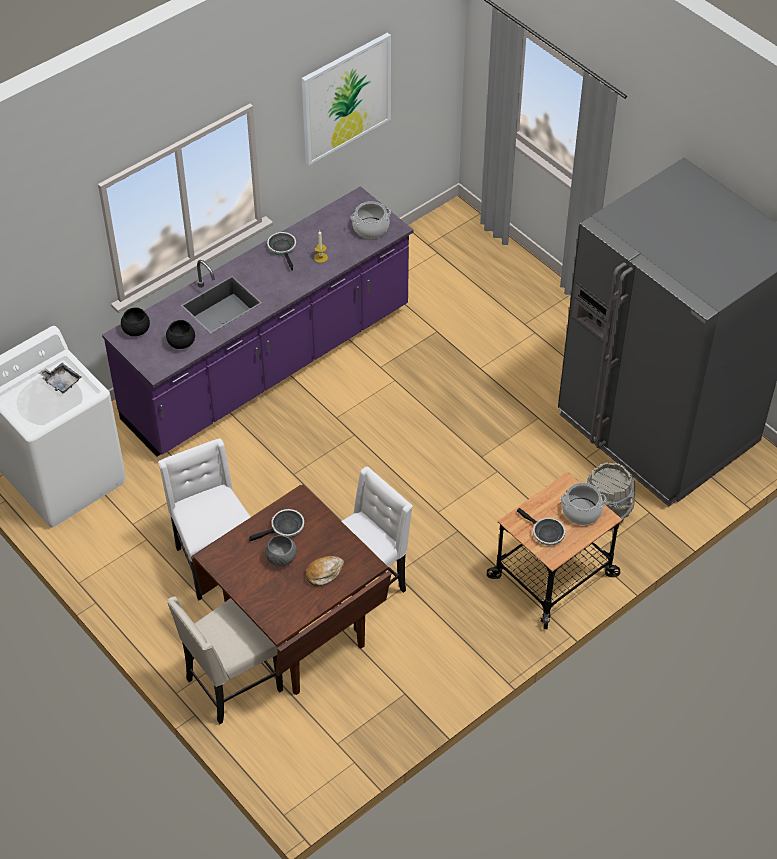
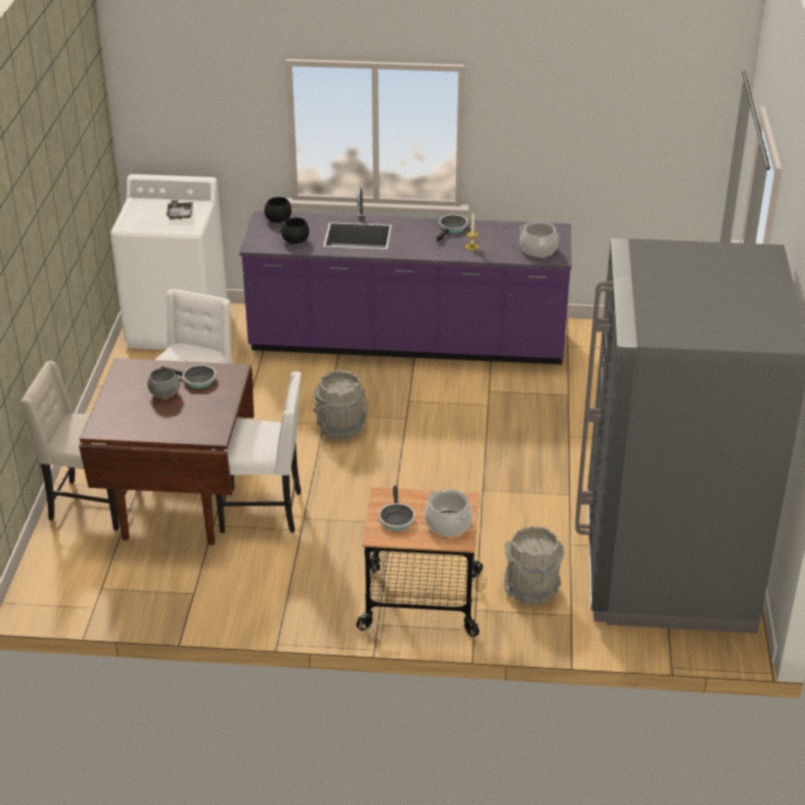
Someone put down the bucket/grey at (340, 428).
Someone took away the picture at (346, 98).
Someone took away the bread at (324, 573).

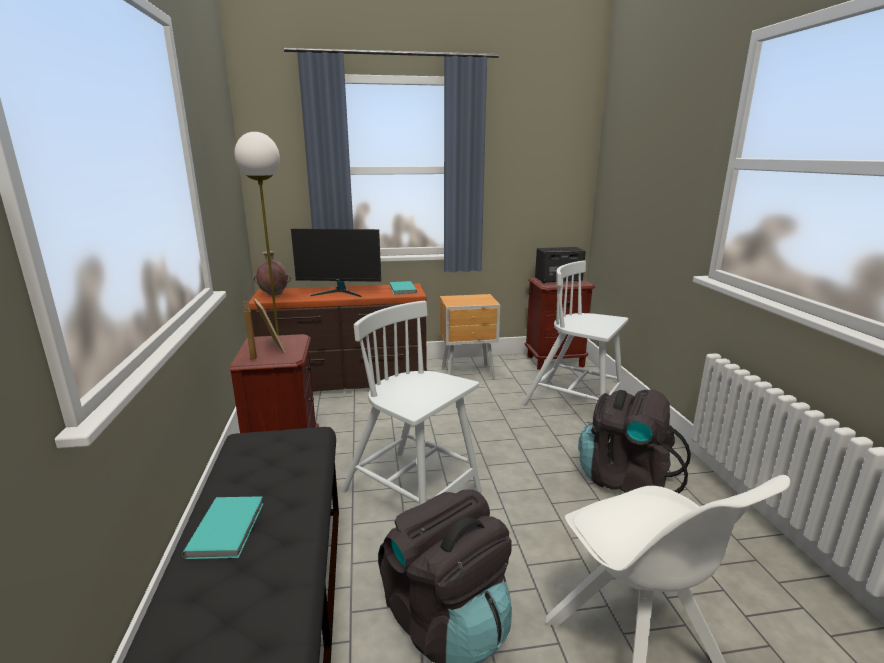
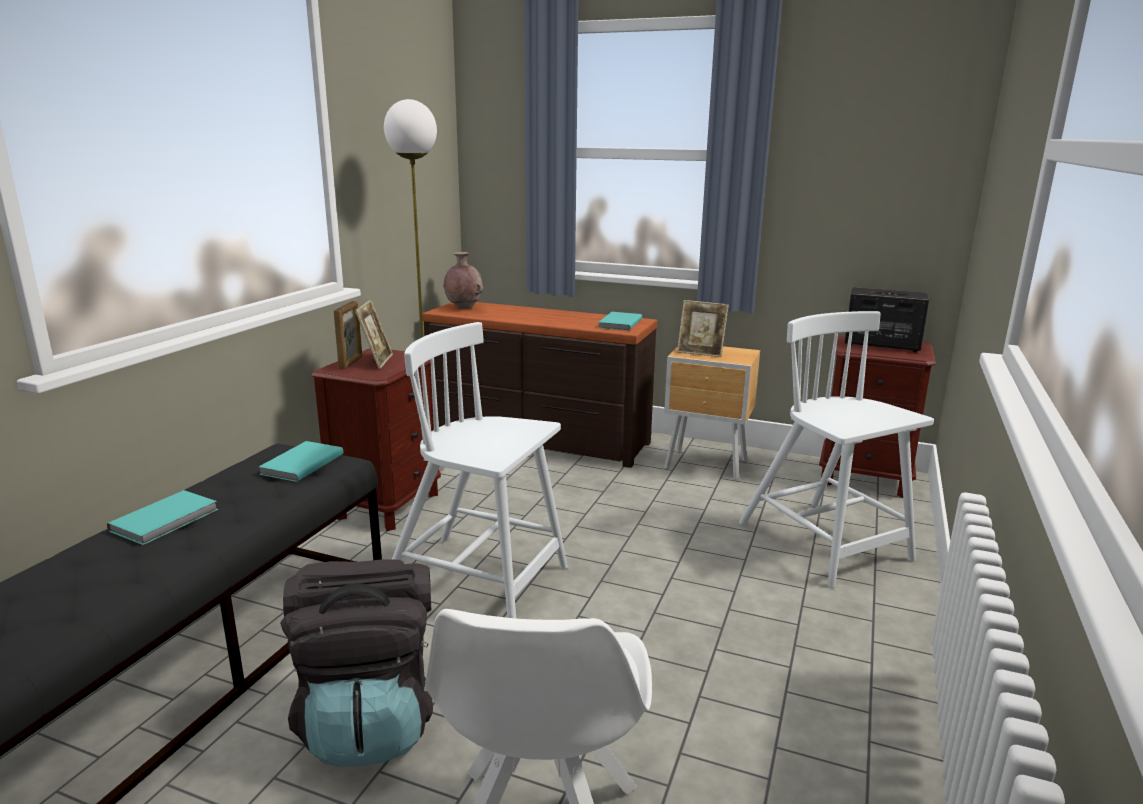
Someone put down the book/turquoise at (300, 464).
Someone rotated the chair/white at (413, 492) by 45 degrees counterclockwise.
Someone put down the picture frame at (700, 353).
Someone took away the monitor at (340, 292).
Someone took away the backpack/black at (625, 479).

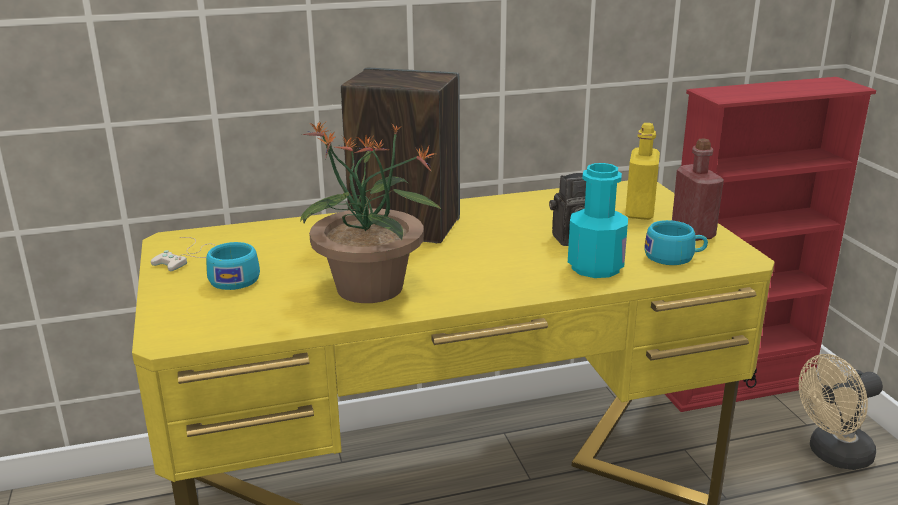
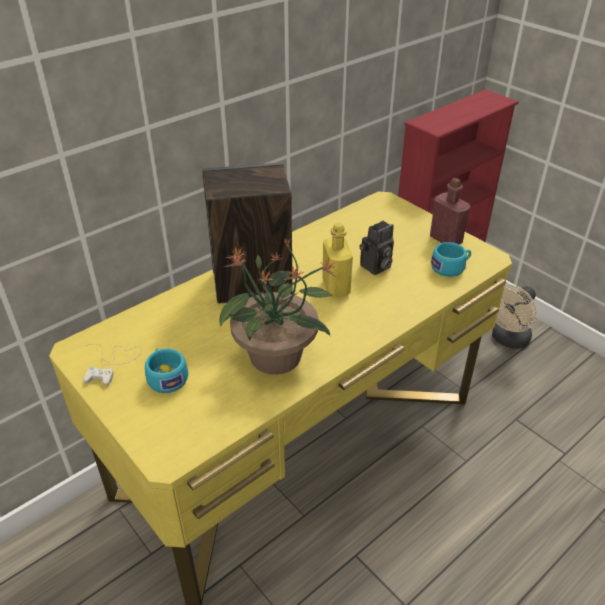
Someone carried the bottle/yellow from (640, 212) to (336, 287).
Someone took away the bottle/turquoise at (595, 267).

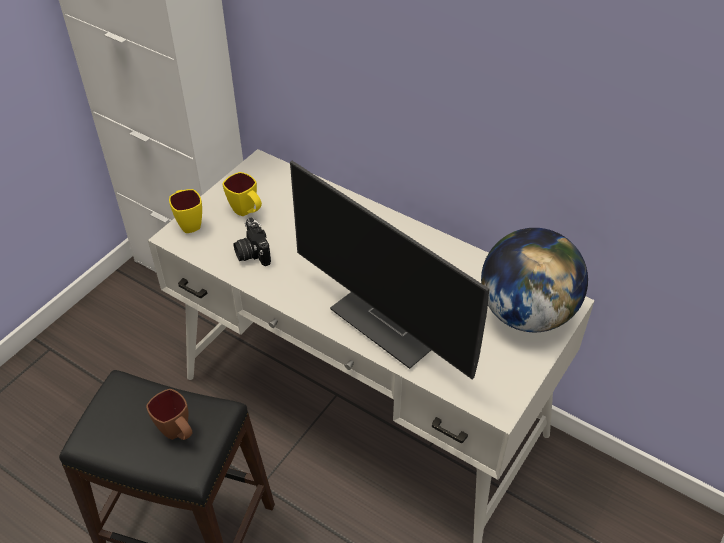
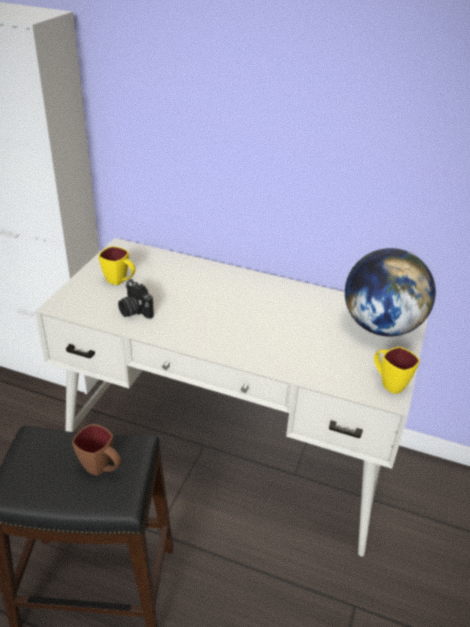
Someone carried the mug/yellow from (188, 223) to (388, 383).
Someone took away the monitor at (394, 322).

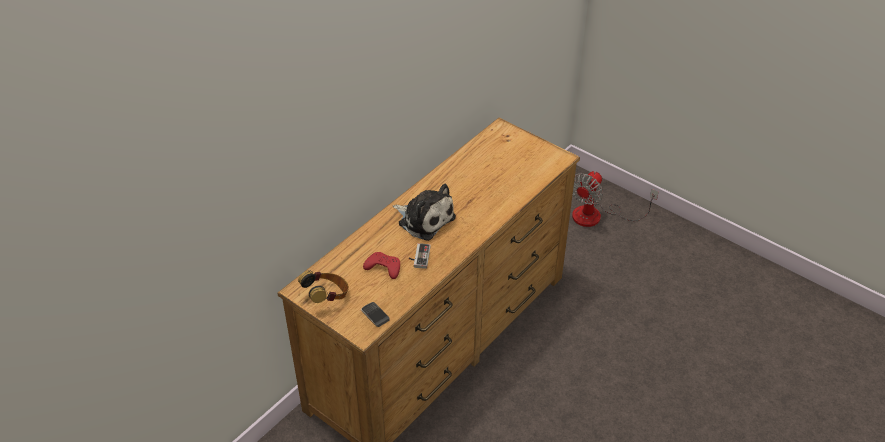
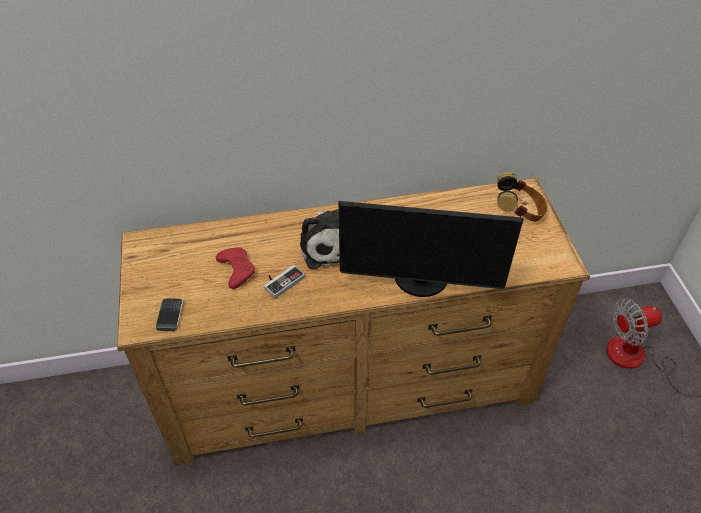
Someone put down the monitor at (421, 280).
Someone carried the headphones from (327, 297) to (519, 212).

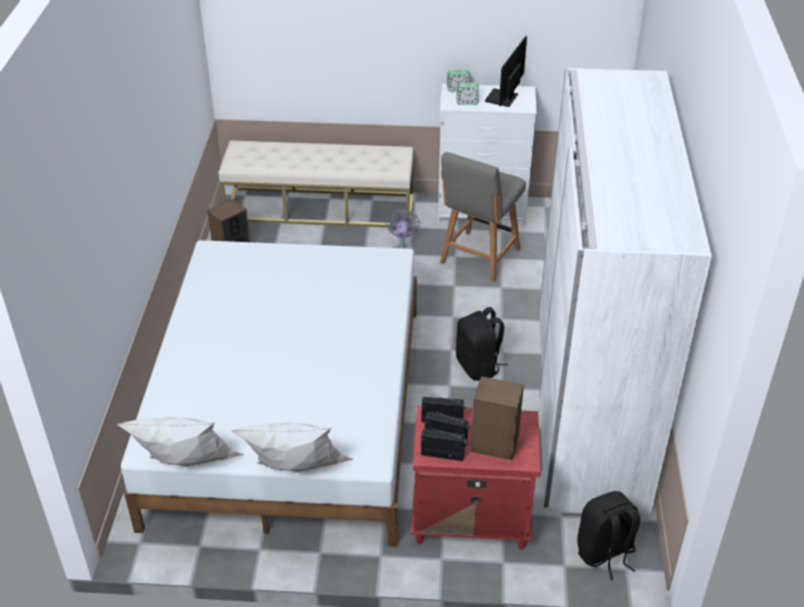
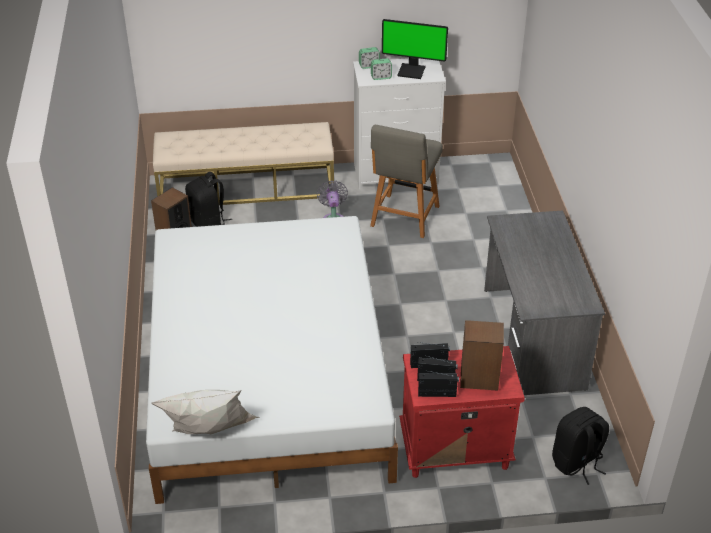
Someone carried the backpack/black from (478, 366) to (208, 223).
Someone rotated the monitor at (503, 99) by 90 degrees counterclockwise.
Someone swapped the wardrobe/white at (588, 406) for the desk/grey at (533, 338).
Someone took away the pillow/white at (297, 474).

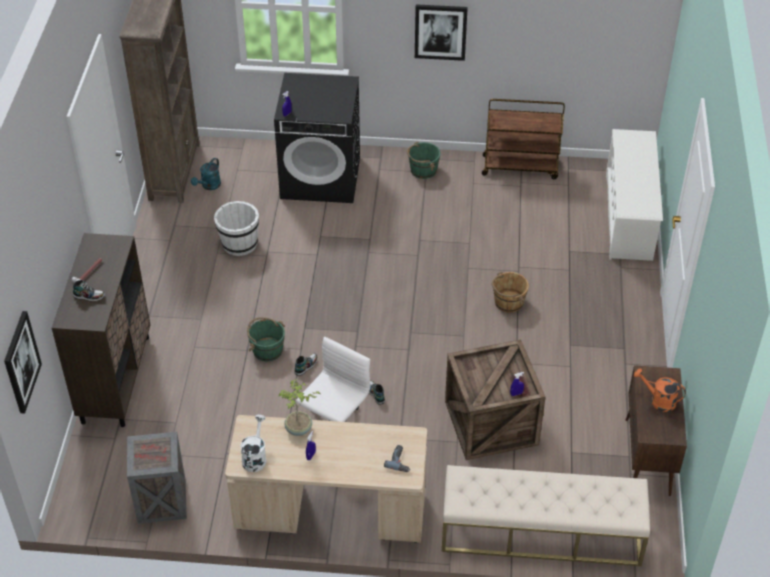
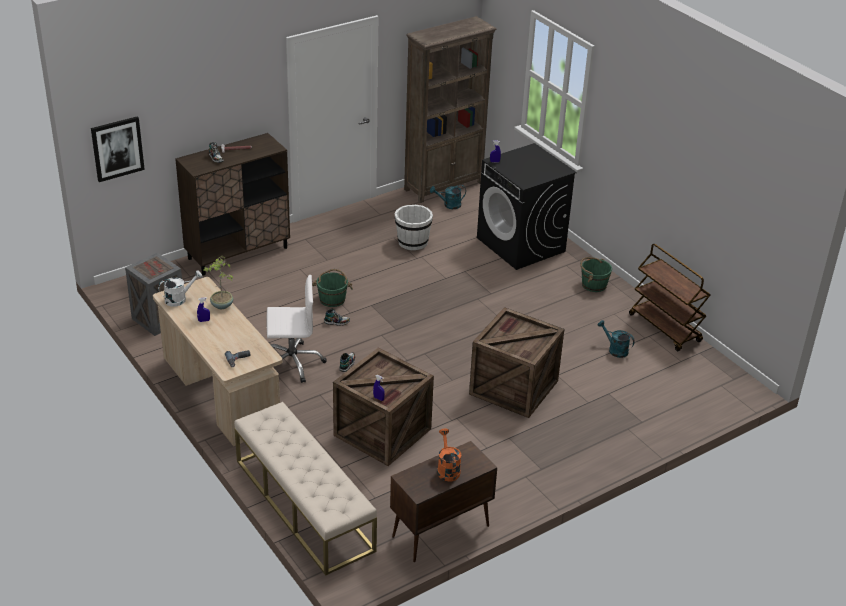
Someone swapped the bucket/brown at (508, 302) for the crate at (513, 386).
Someone put down the watering can/turquoise at (615, 350).
Someone took away the picture at (440, 31).
Someone took away the shoe rack/white at (629, 217).

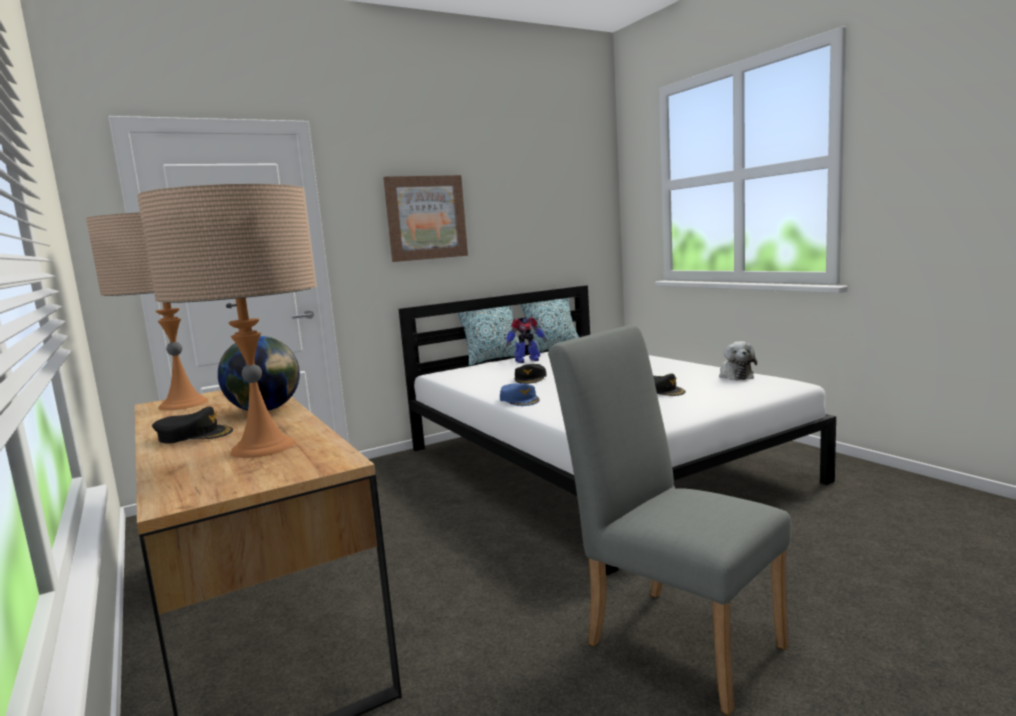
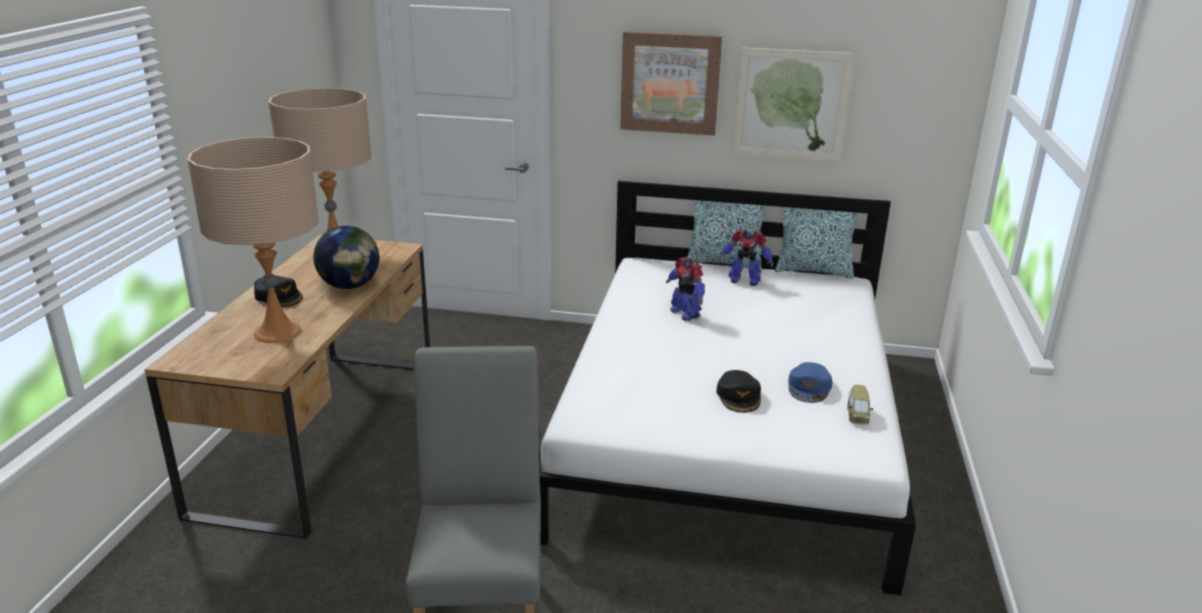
Someone swapped the cap/black at (530, 378) for the toy robot at (685, 313).
Someone put up the picture at (791, 105).
Someone carried the cap/blue from (520, 400) to (809, 388).
Someone swapped the plush toy at (735, 375) for the toy car at (857, 415).

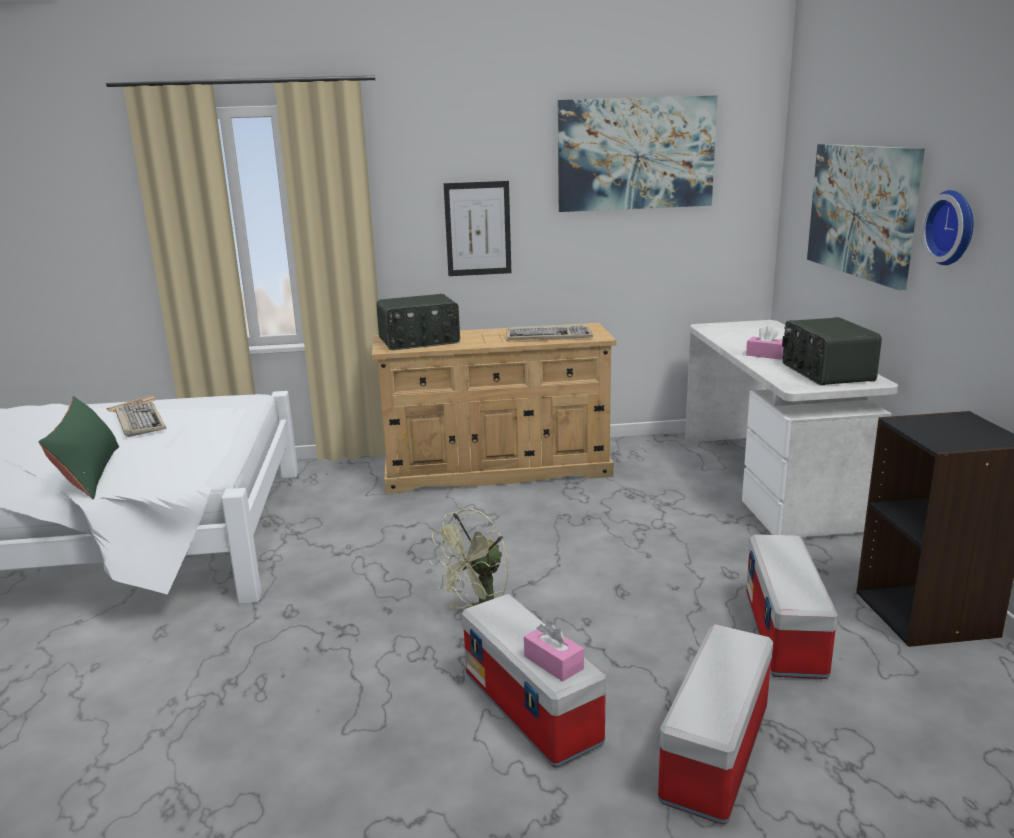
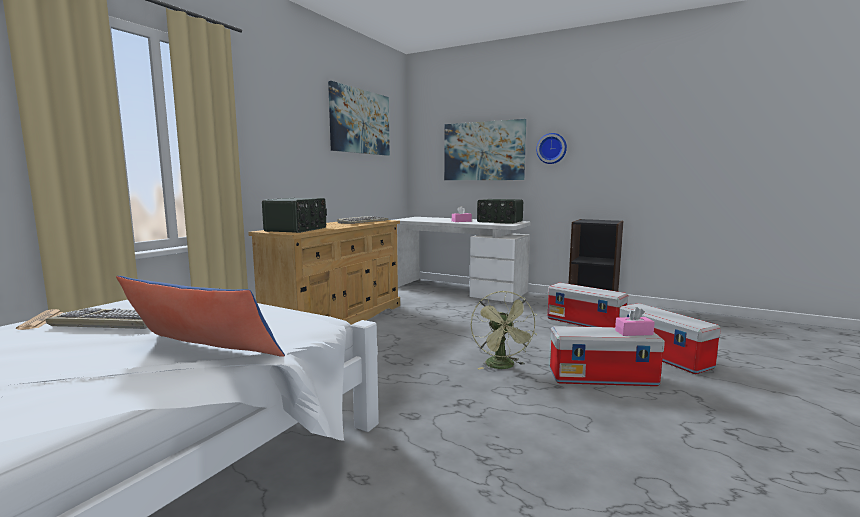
Someone repainted the pillow/green at (89, 473), which became the pillow/blue at (203, 352).
Someone took away the picture at (478, 229).

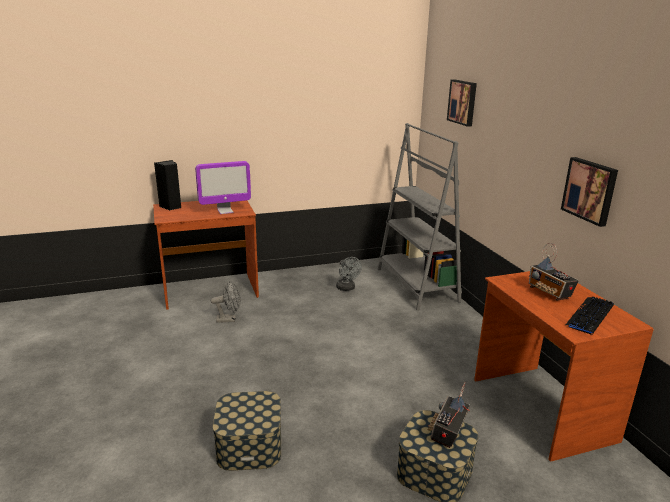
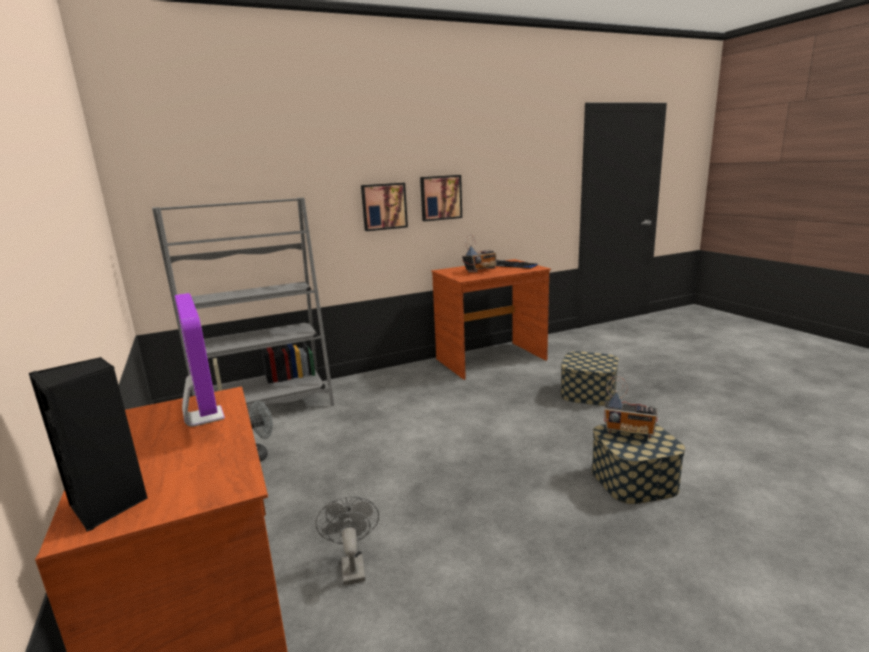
Someone carried the picture from (463, 102) to (384, 206).
Someone carried the radio from (447, 433) to (629, 432).

